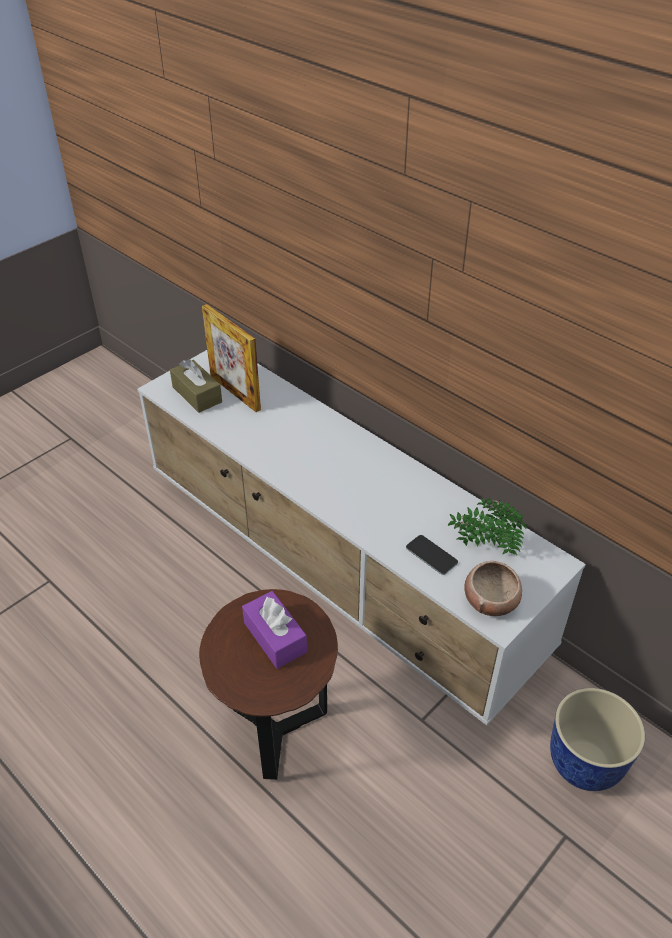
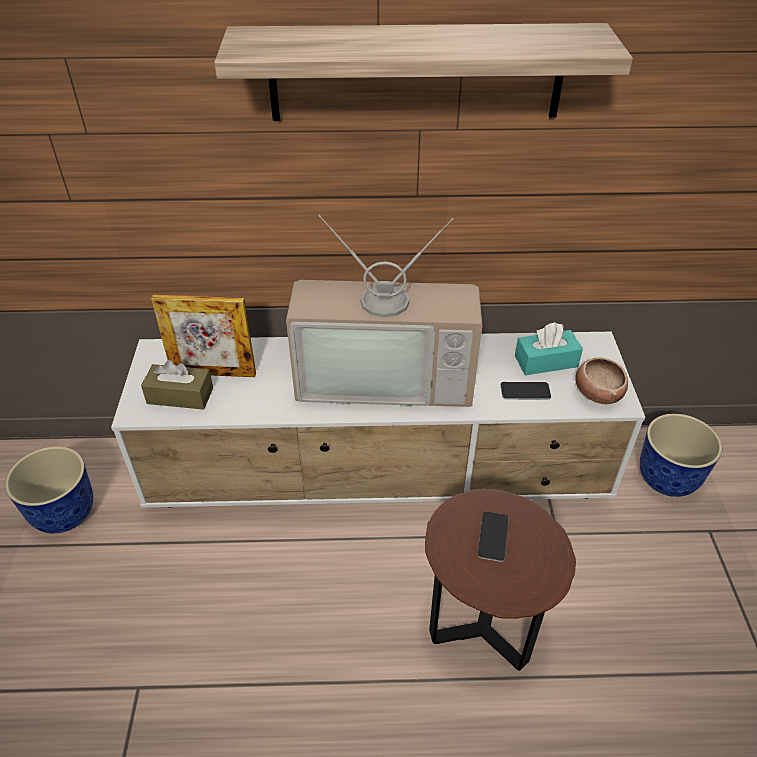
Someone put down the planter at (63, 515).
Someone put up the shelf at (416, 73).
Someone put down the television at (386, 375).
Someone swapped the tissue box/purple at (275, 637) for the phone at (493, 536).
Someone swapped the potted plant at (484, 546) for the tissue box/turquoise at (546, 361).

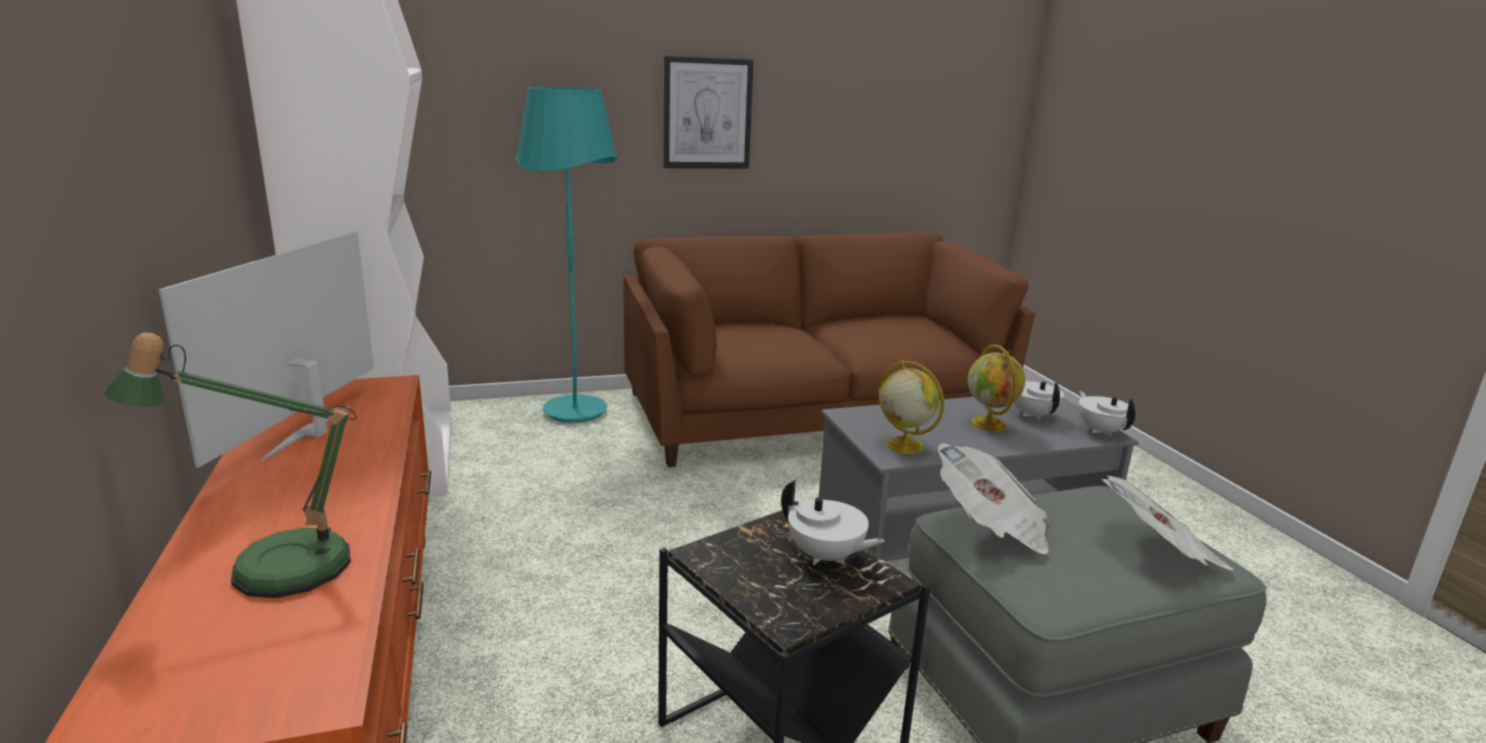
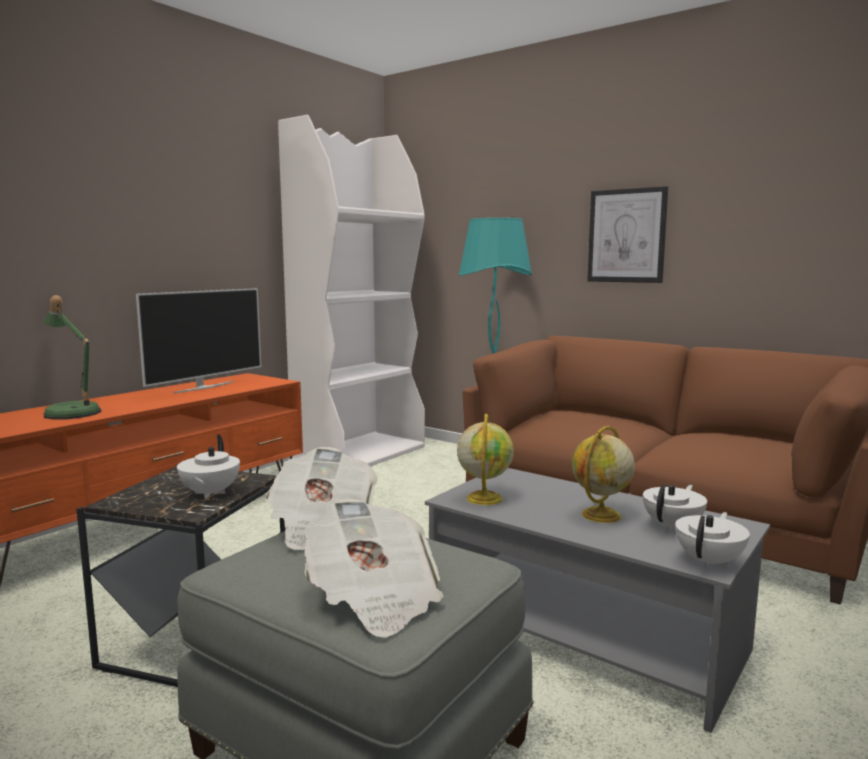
Someone rotated the television at (311, 433) by 150 degrees clockwise.

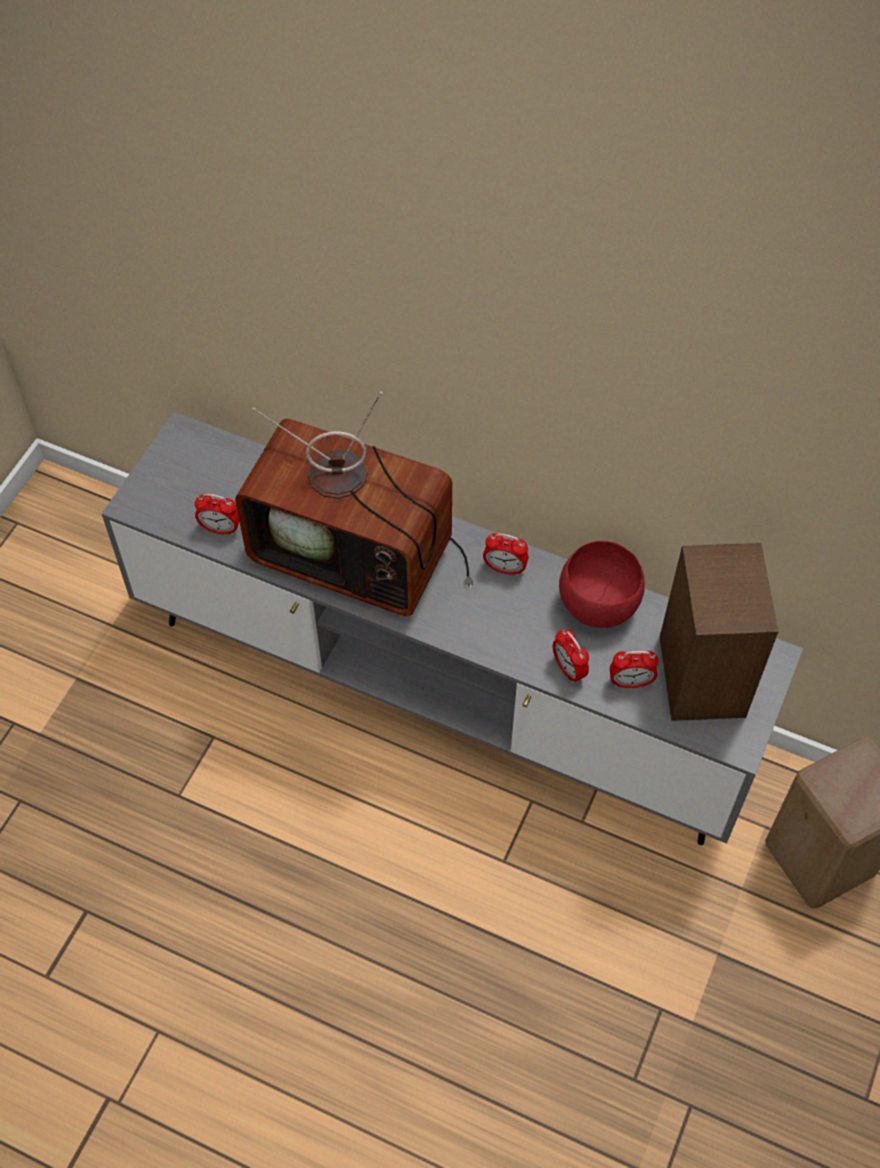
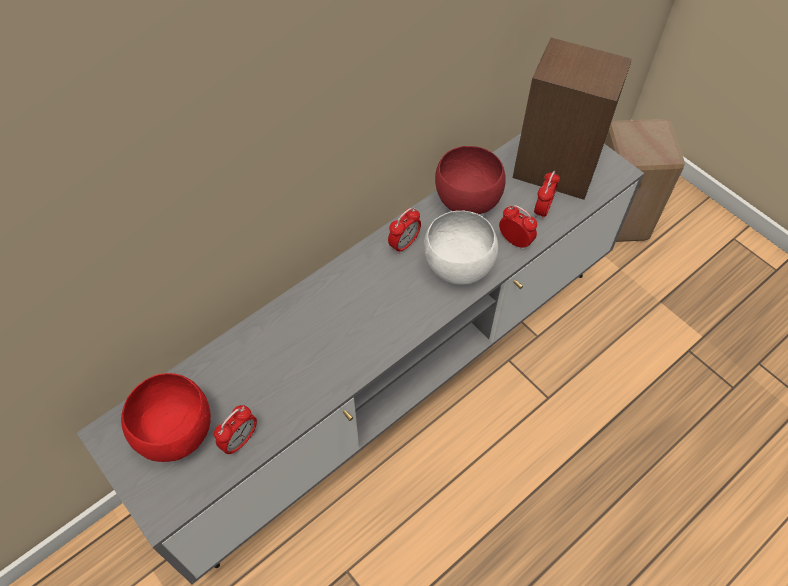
Someone put down the bowl/red at (176, 430).
Someone put down the bowl/white at (457, 267).
Someone rotated the alarm clock at (568, 669) by 135 degrees counterclockwise.
Someone took away the television at (359, 553).

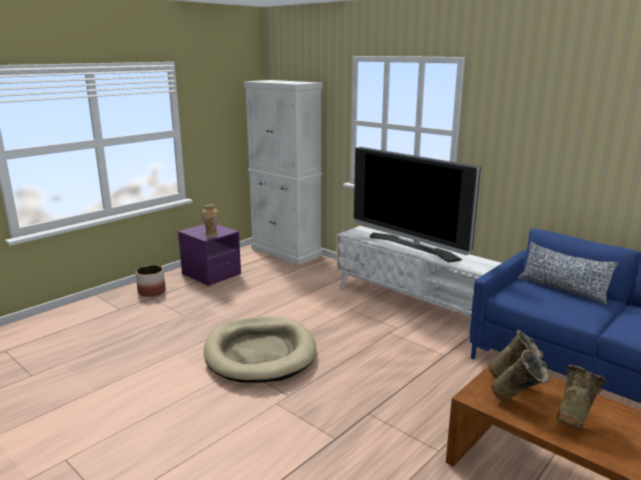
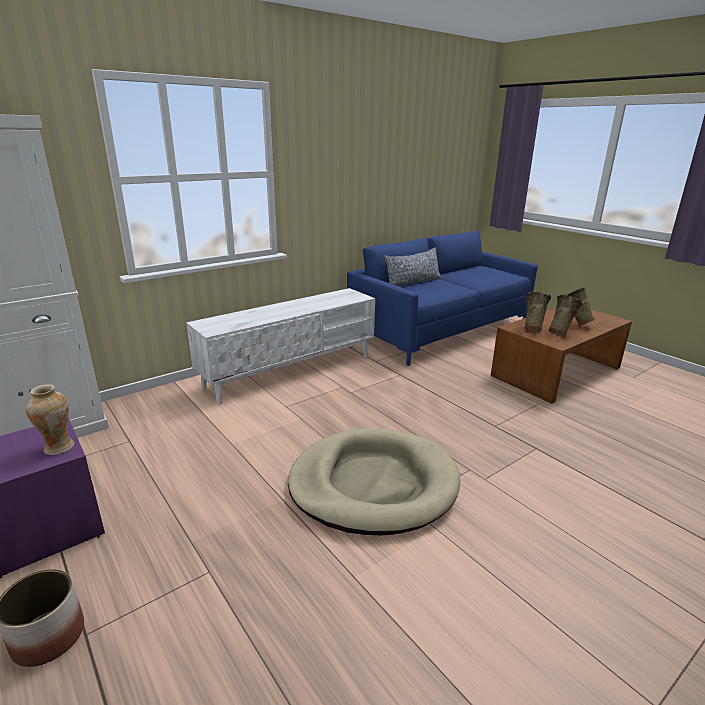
Someone took away the television at (412, 247).

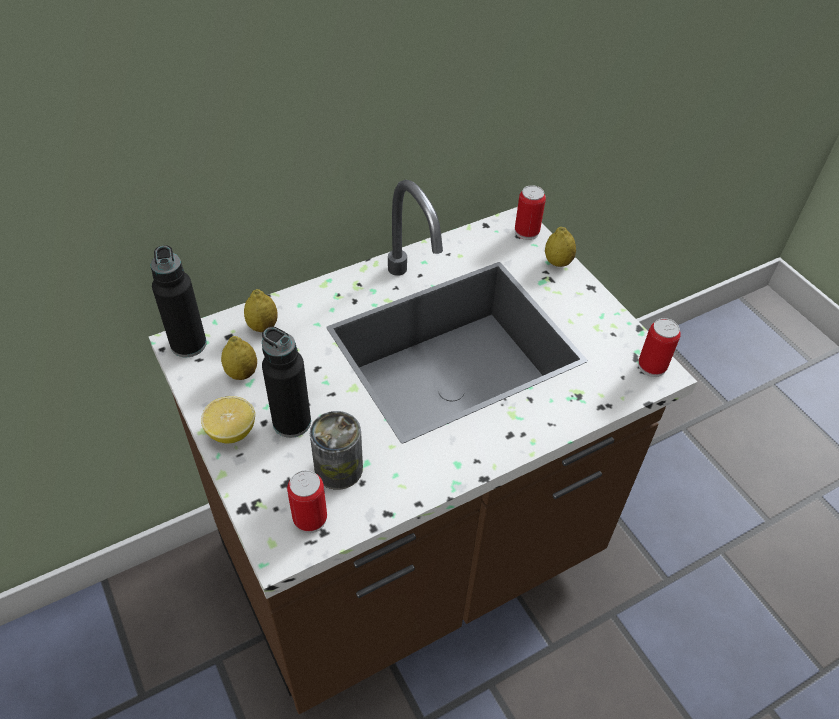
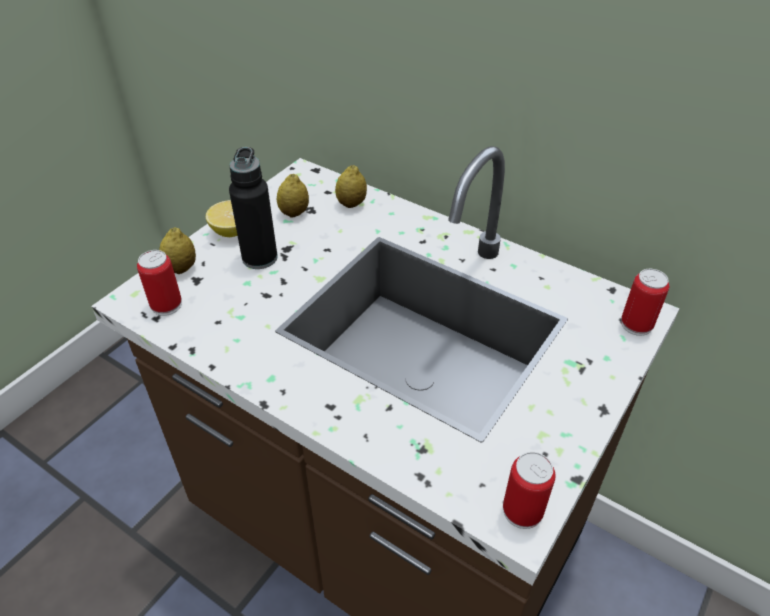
Someone carried the lemon from (557, 262) to (181, 268).
Someone took away the bottle/black at (188, 344).
Someone took away the can at (338, 468).

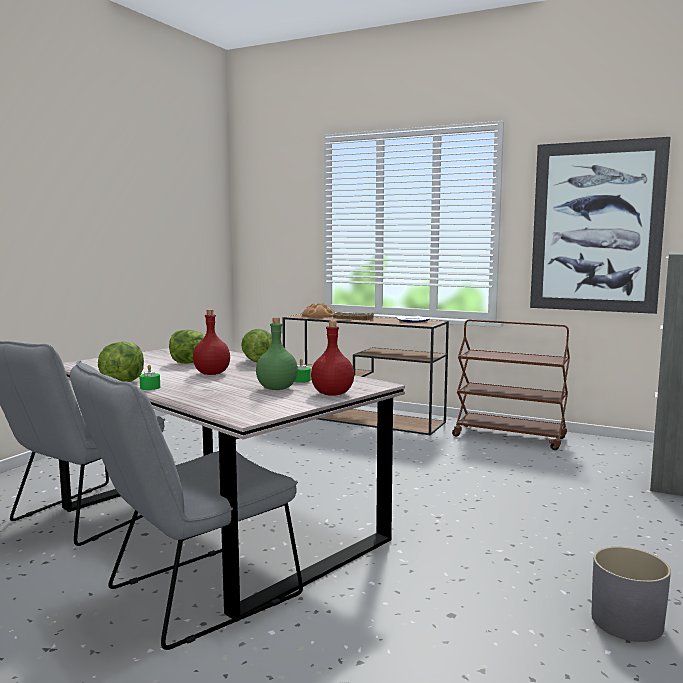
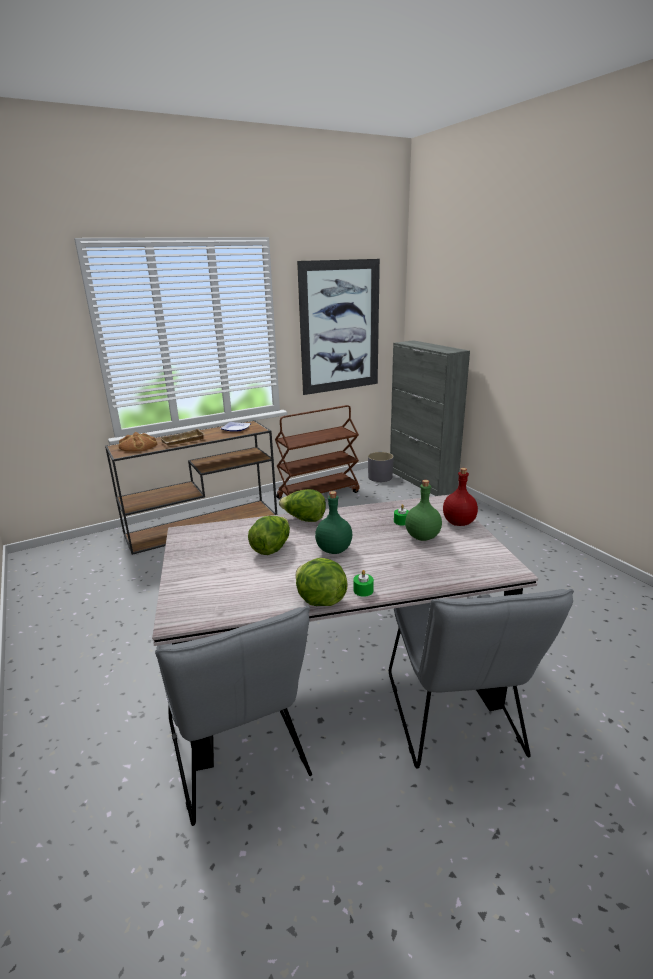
Someone repainted the bottle/red at (211, 373), which became the bottle/green at (333, 550).
Someone carried the planter/grey from (627, 622) to (380, 477).

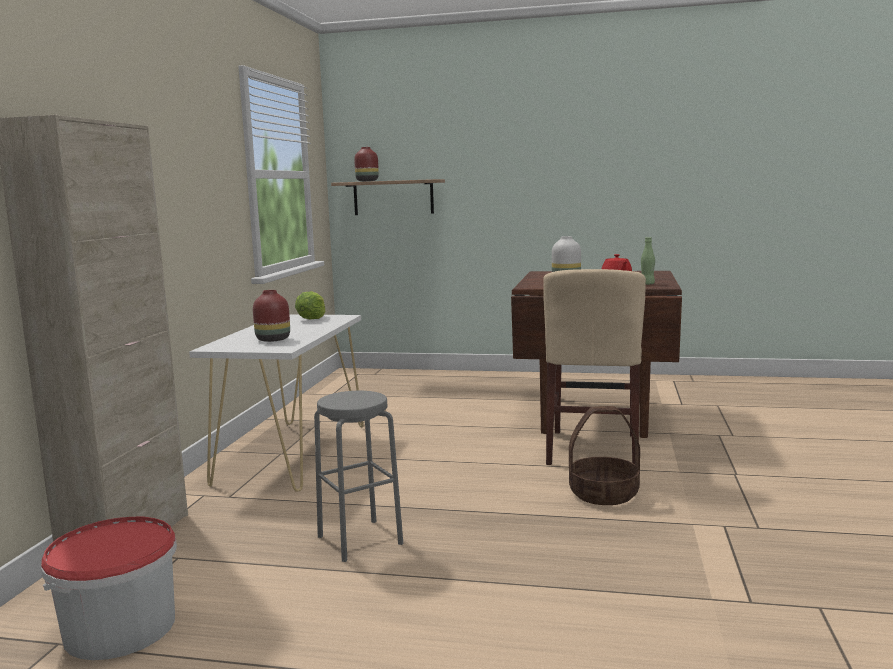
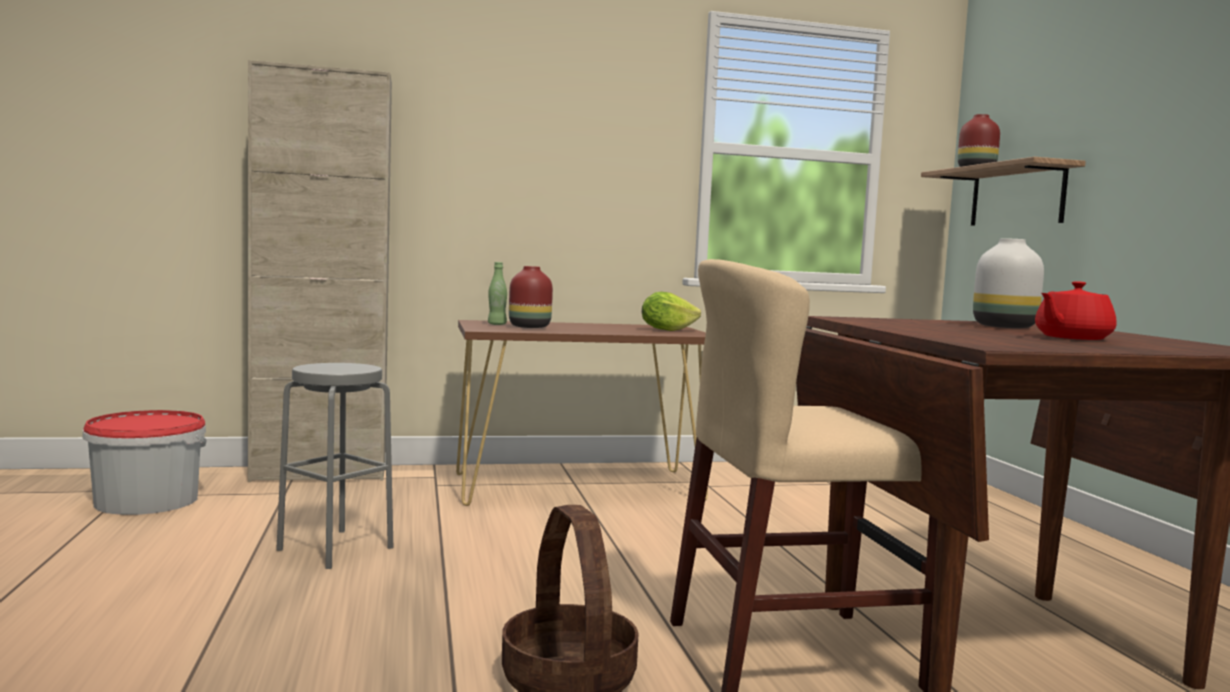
Someone repainted the console table/white at (293, 453), which became the console table/brown at (579, 487).
Someone carried the bottle/green from (647, 284) to (497, 324).

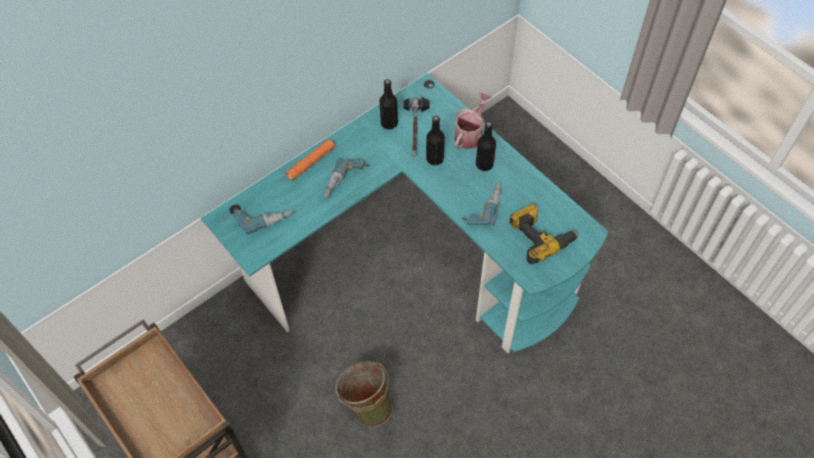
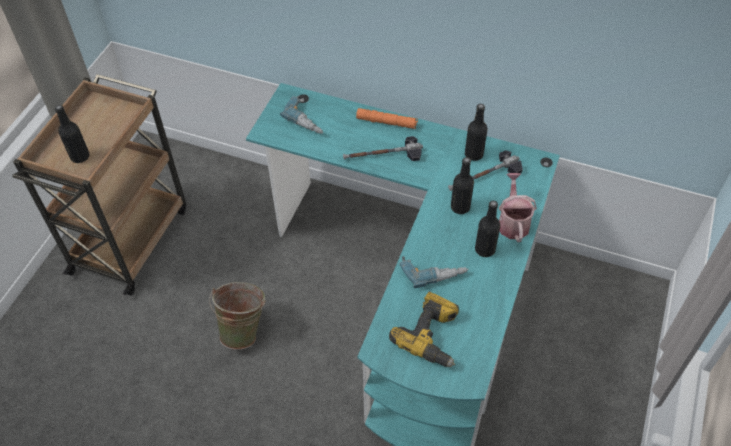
Someone put down the bottle/black at (80, 156).
Someone swapped the power drill at (345, 183) for the hammer at (383, 155).
Someone rotated the watering can at (470, 134) by 90 degrees counterclockwise.

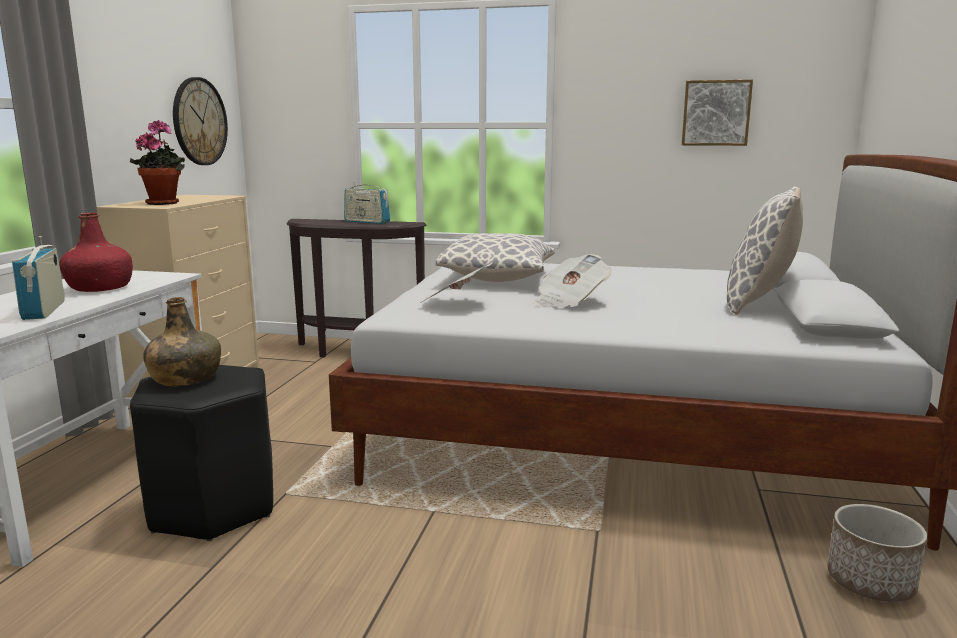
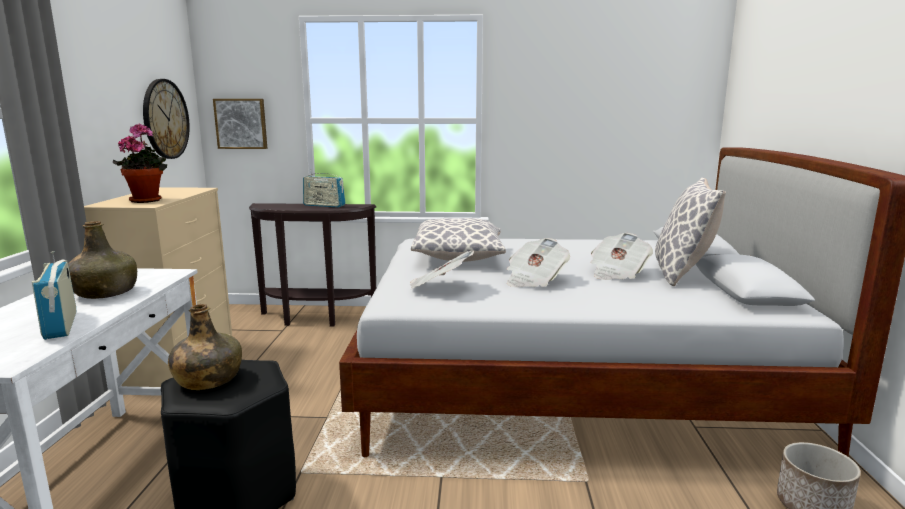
Someone repainted the bottle/red at (100, 288), which became the bottle/green at (105, 293).
Someone carried the picture from (716, 113) to (241, 123).
Someone put down the newspaper at (617, 273).

